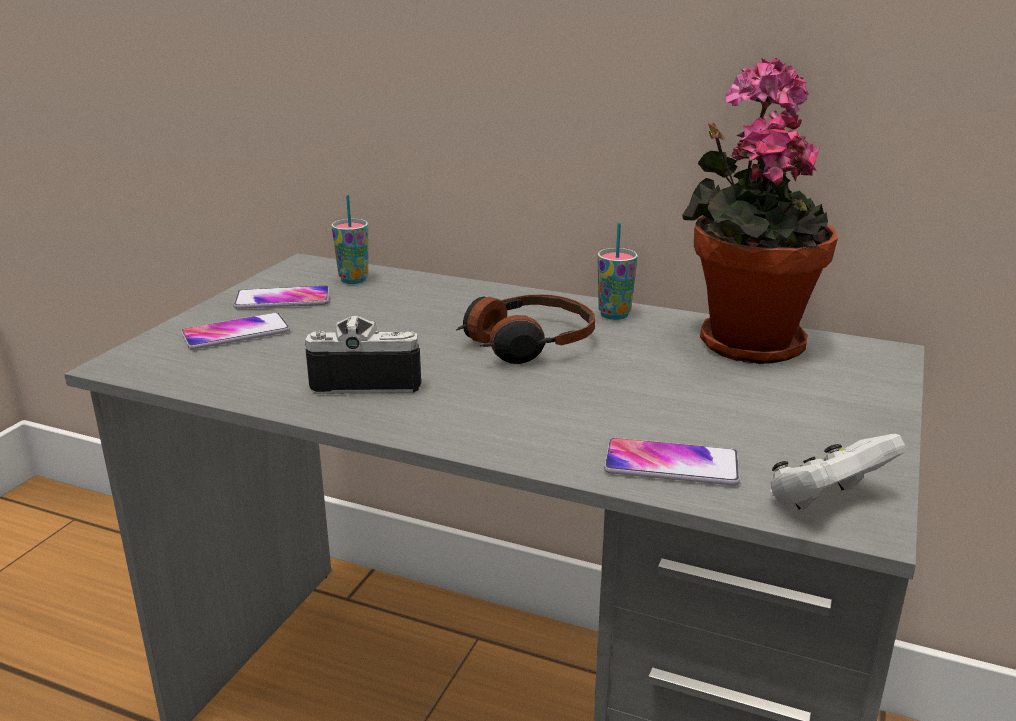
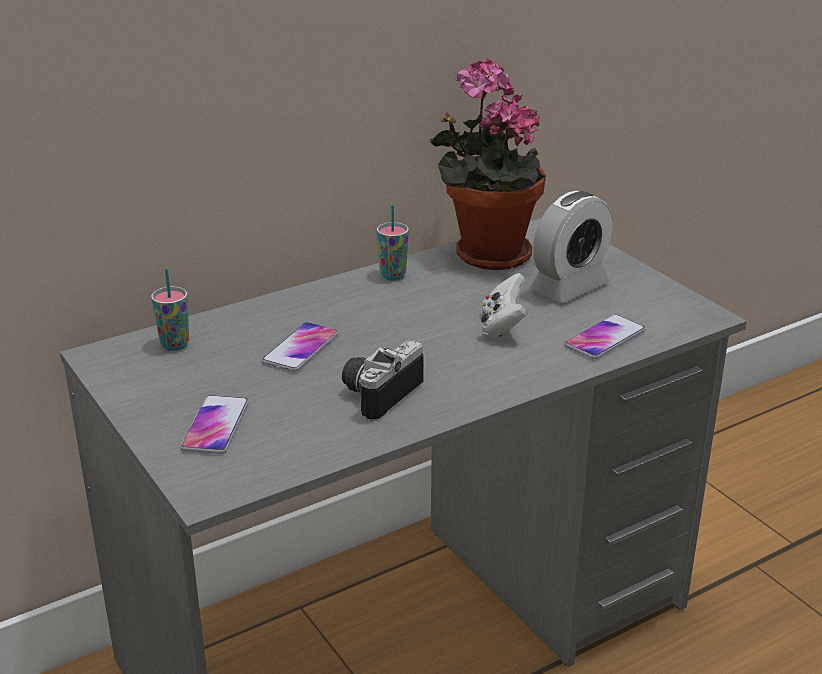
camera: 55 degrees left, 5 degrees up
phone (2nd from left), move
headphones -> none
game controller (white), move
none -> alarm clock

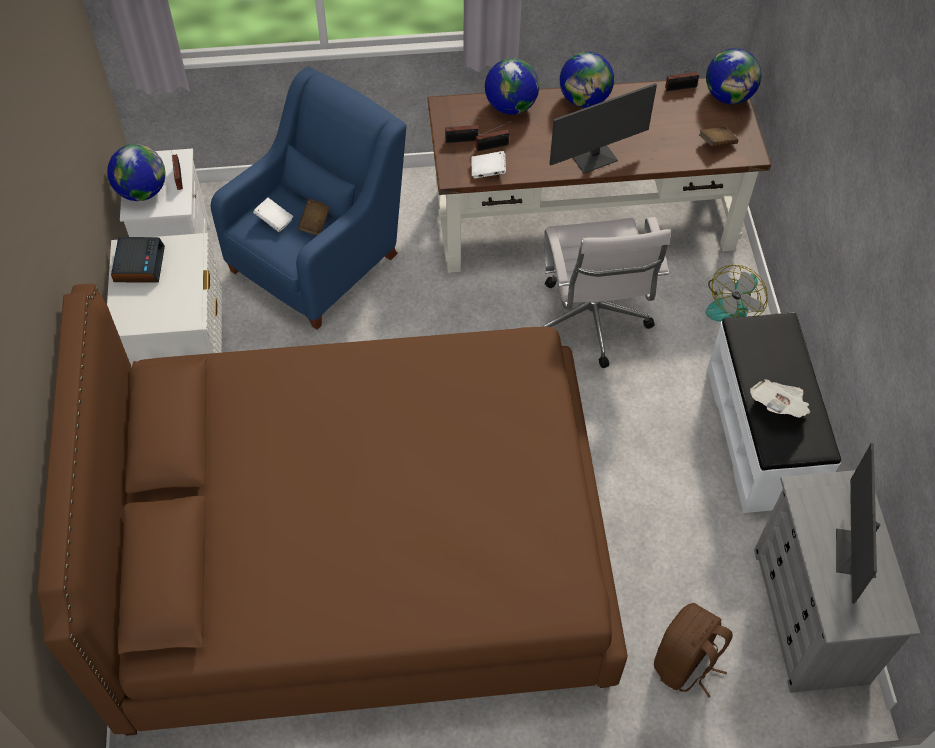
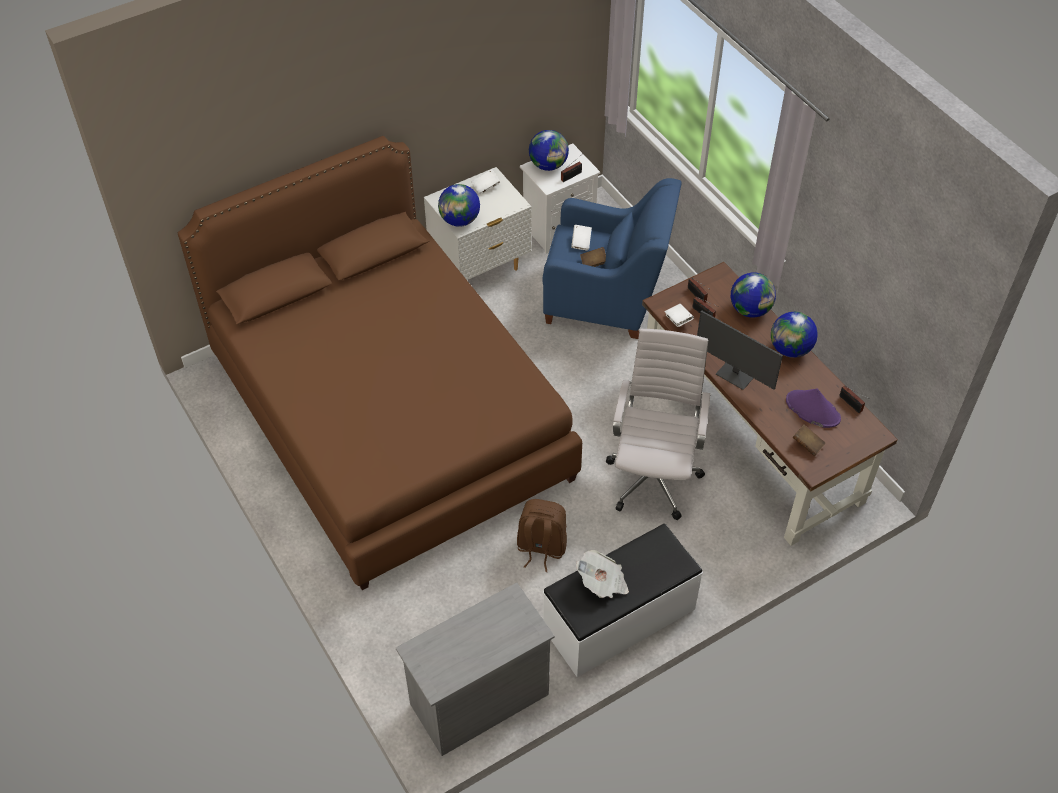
camera: 65 degrees right, 5 degrees down
globe (4th from left in the first image) -> globe (1st from left), move
office chair (white), 135 degrees clockwise
alarm clock -> book (white) (1st from left)
fan -> none
monitor (2nd from left) -> none
backpack (brown), move
none -> hat (purple)

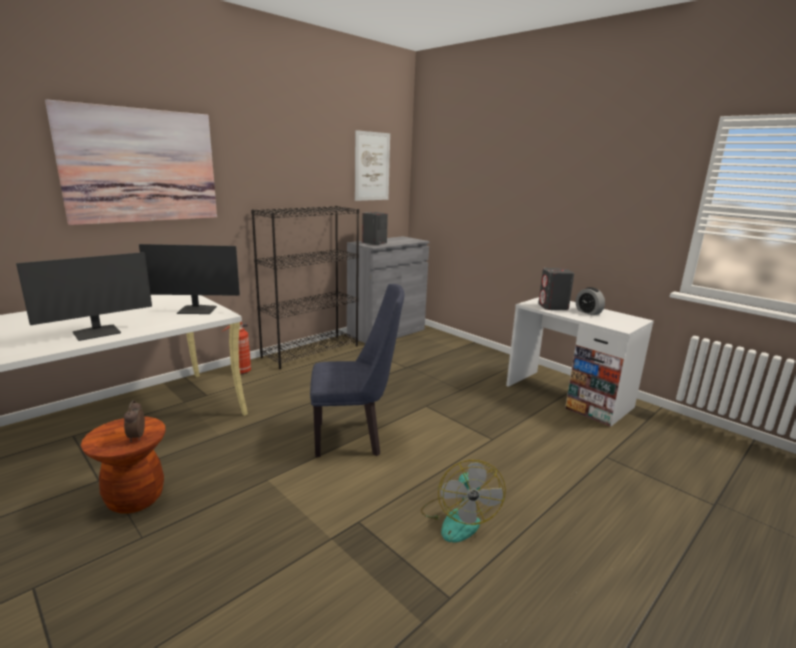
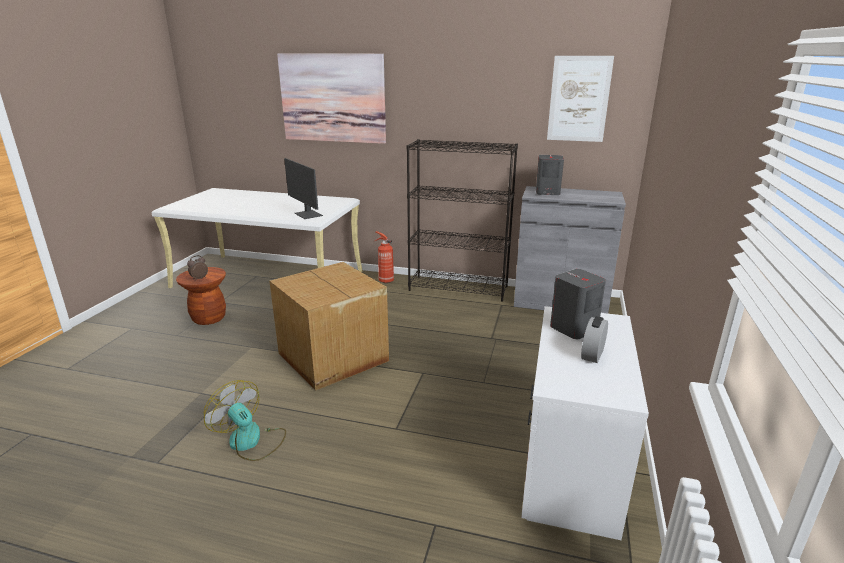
camera: 60 degrees right, 5 degrees up
monitor (1st from left) -> none
chair (blue) -> cardboard box
fan, 75 degrees clockwise

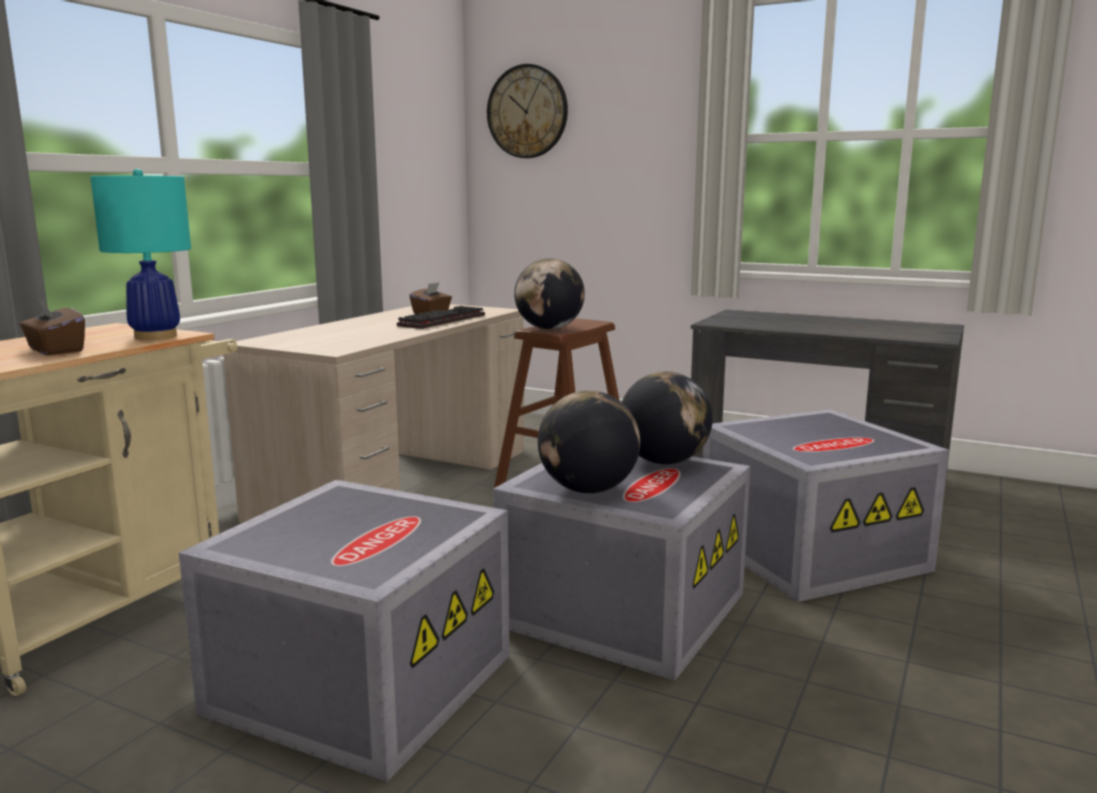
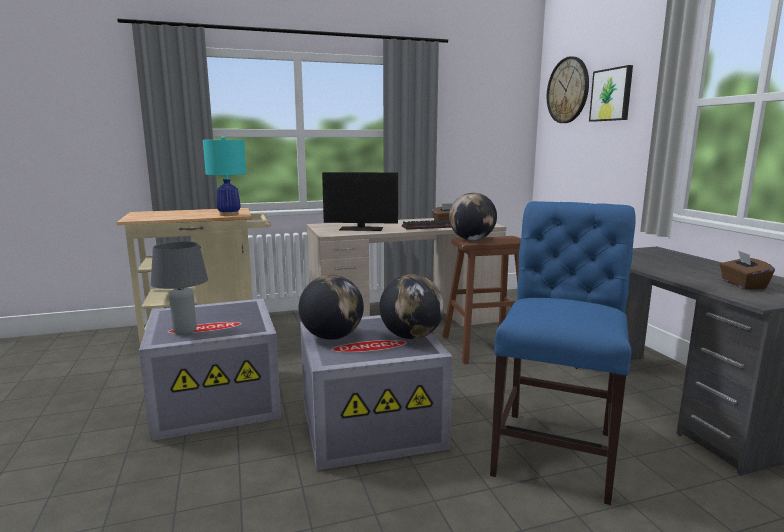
camera: 45 degrees right, 0 degrees up
tissue box (brown) (1st from left in the first image) -> tissue box (brown) (2nd from left), move
storage box (grey) (3rd from left) -> chair (blue)
none -> picture
none -> monitor
none -> table lamp (grey)

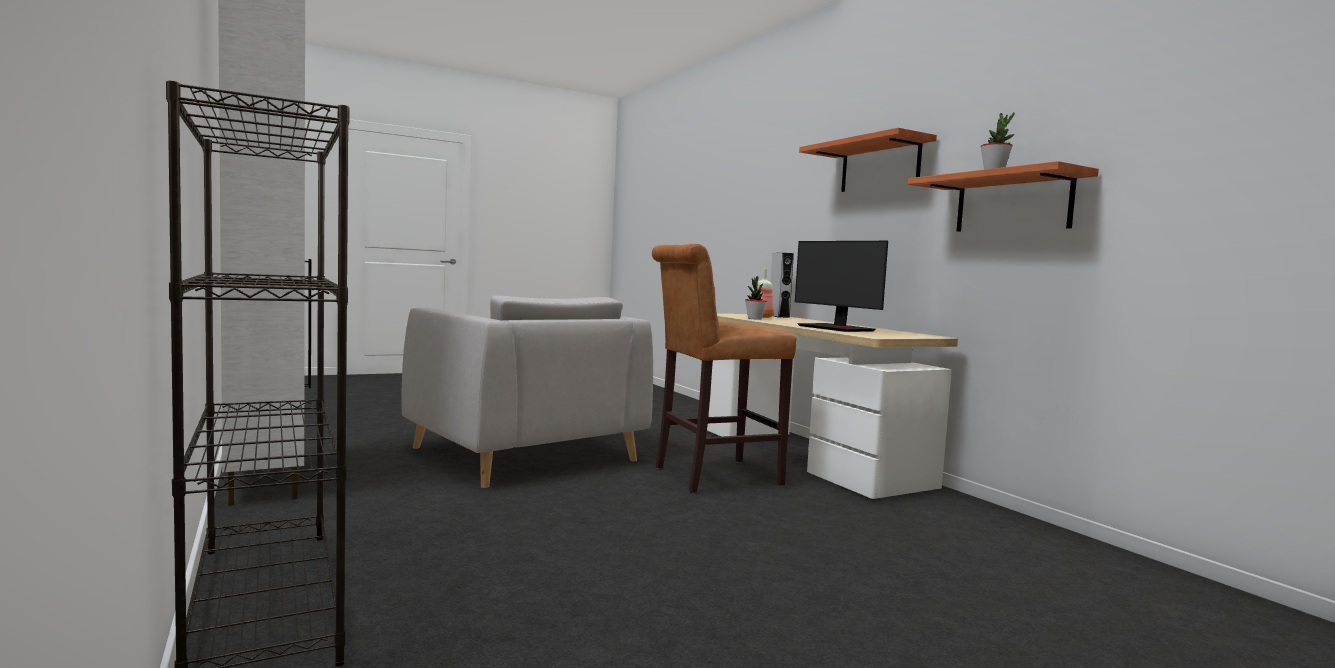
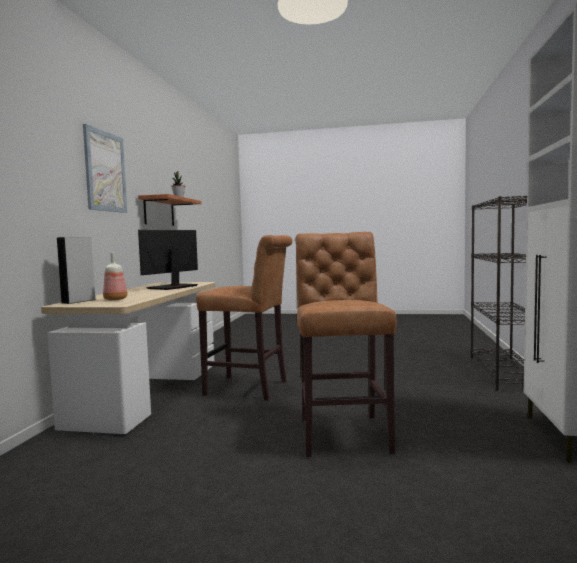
camera: 140 degrees left, 0 degrees up
shelf (1st from left) -> picture
monitor, 150 degrees counterclockwise
potted plant (1st from left) -> none
armchair (grey) -> stool (brown) (2nd from left)

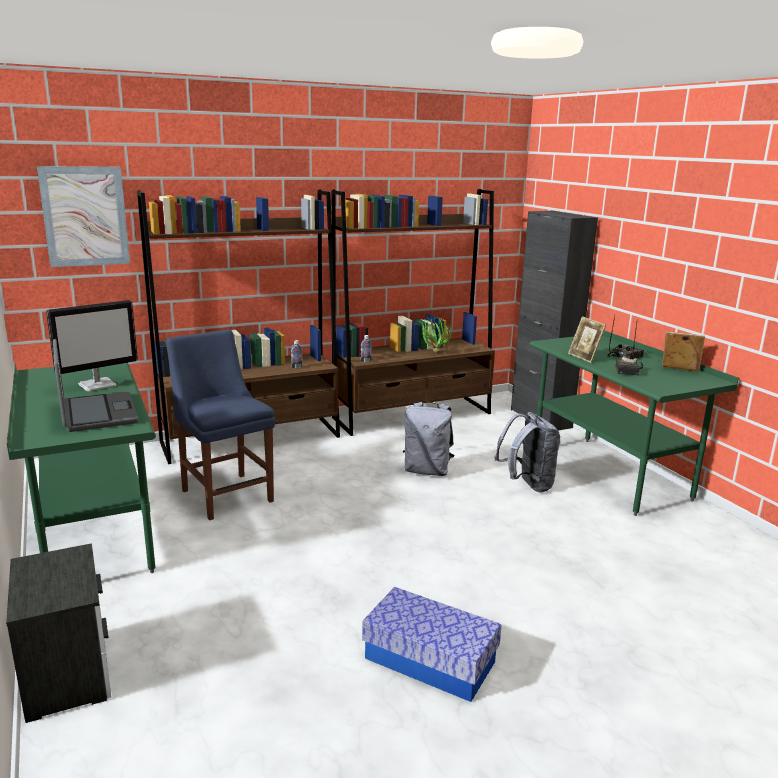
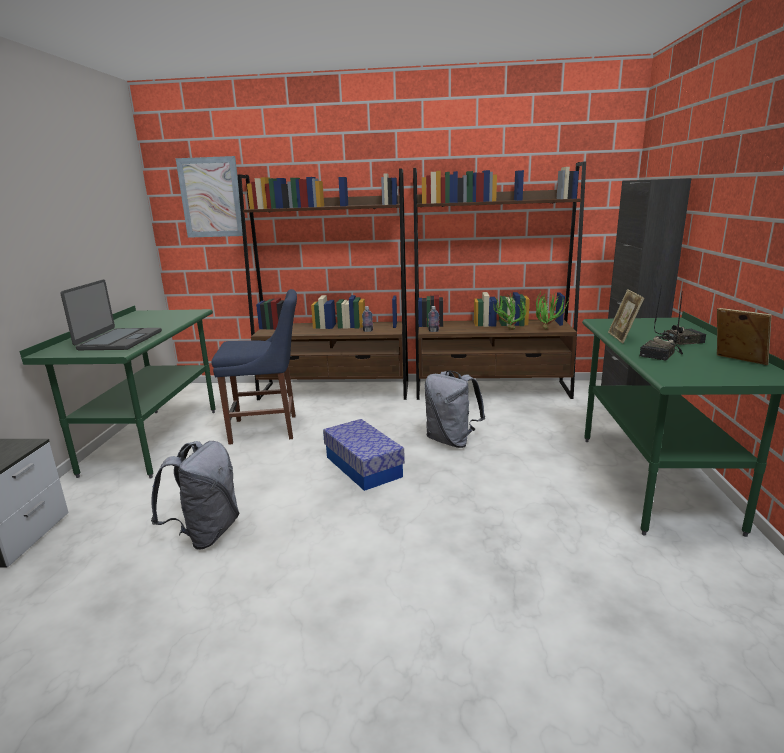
camera: 30 degrees right, 0 degrees up
monitor -> none
chair (blue), 90 degrees clockwise
backpack (grey) (2nd from left in the first image) -> backpack (grey) (1st from left), move
storage box, move
none -> potted plant (2nd from left)

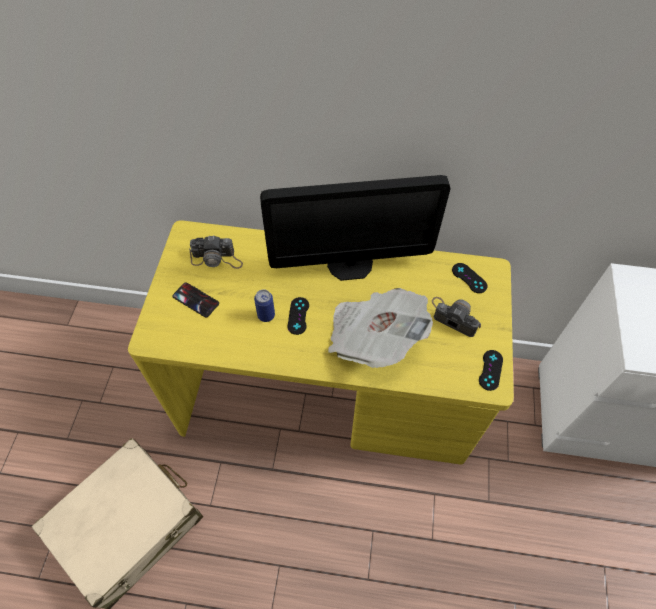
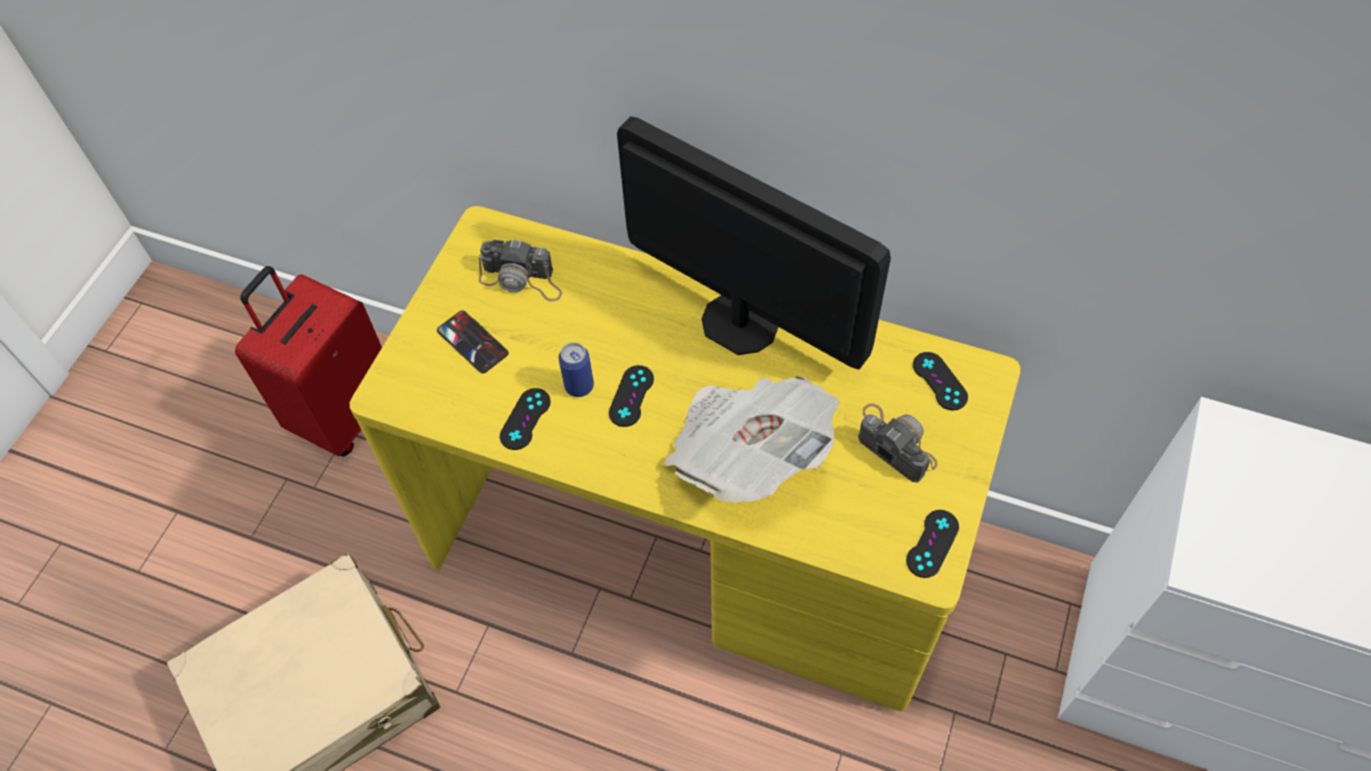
camera: 15 degrees right, 0 degrees up
monitor, 150 degrees counterclockwise
none -> suitcase (red)
none -> game controller (black) (1st from left)

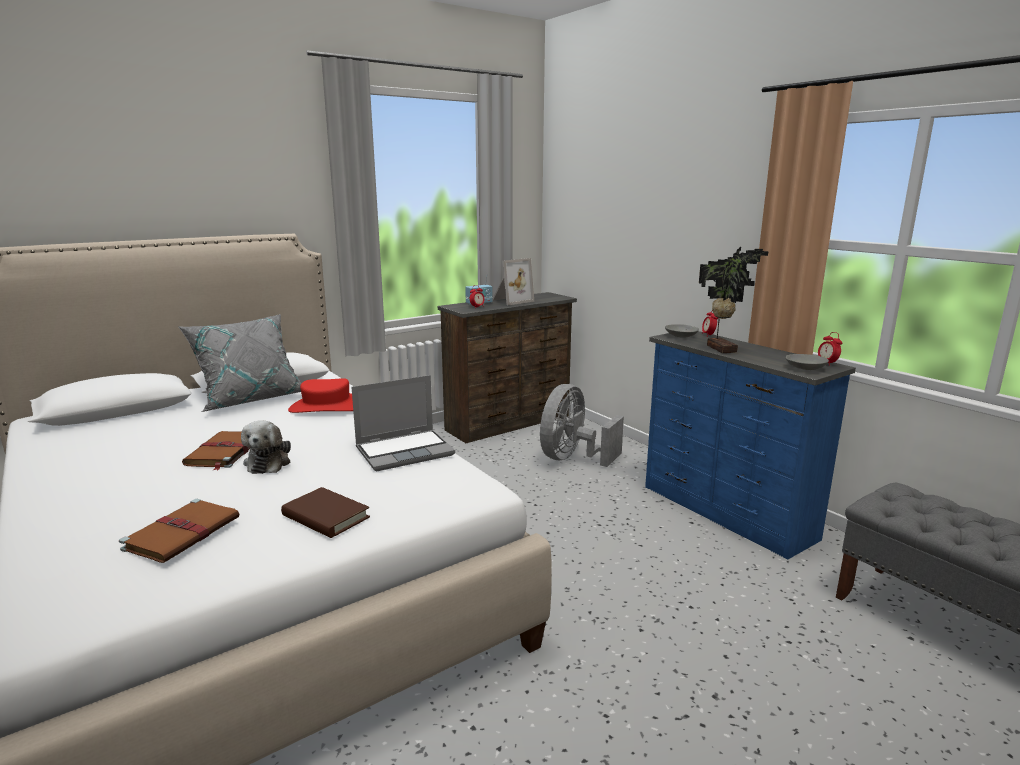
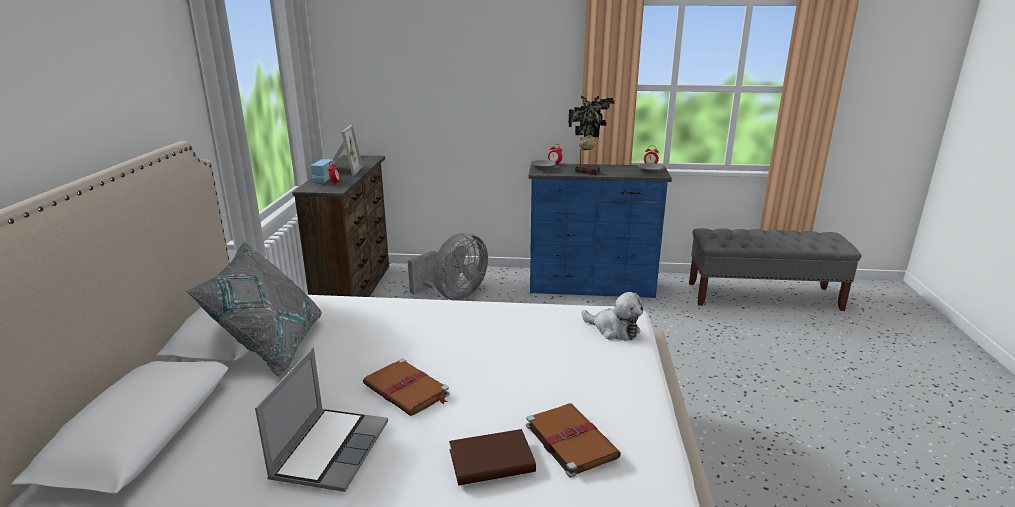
camera: 50 degrees left, 5 degrees up
laptop, move
hat (red) -> none
fan (grey), 120 degrees counterclockwise
plush toy, move
book (brown) (3rd from left in the first image) -> book (brown) (2nd from left), move

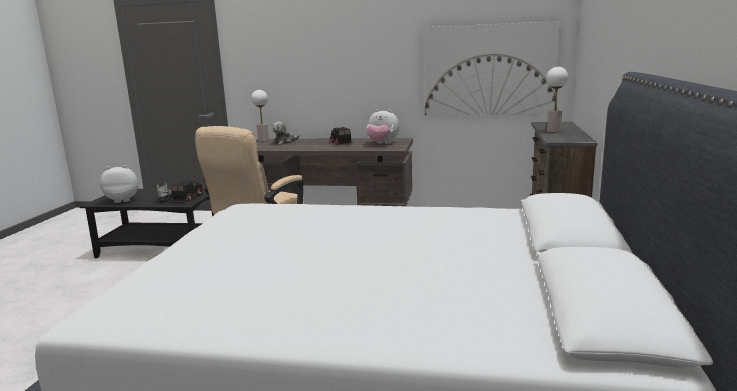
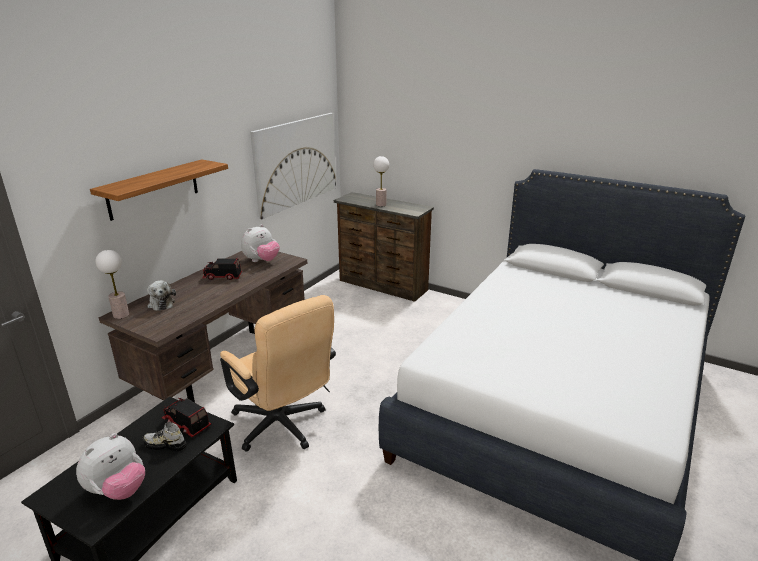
camera: 70 degrees left, 10 degrees up
plush toy (1st from left), 150 degrees counterclockwise
none -> shelf

